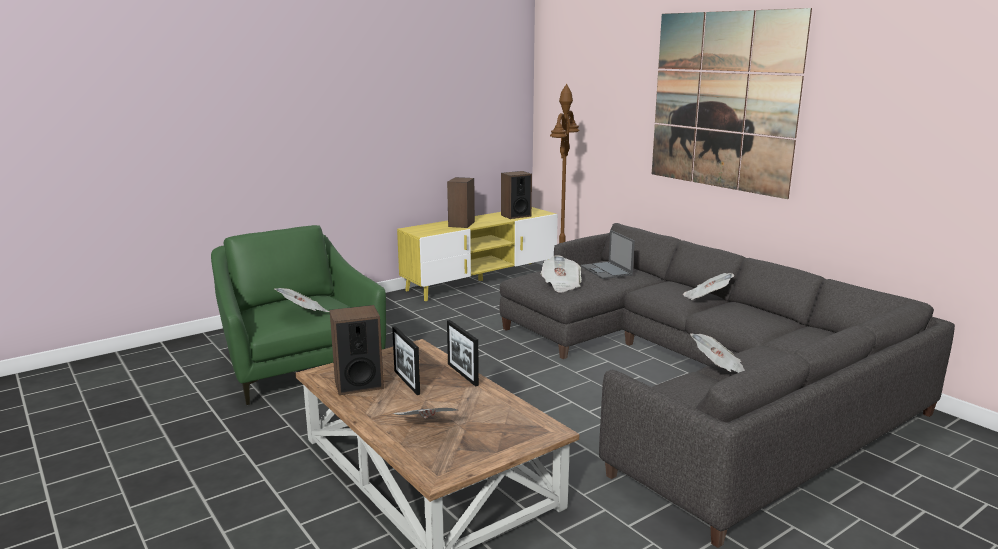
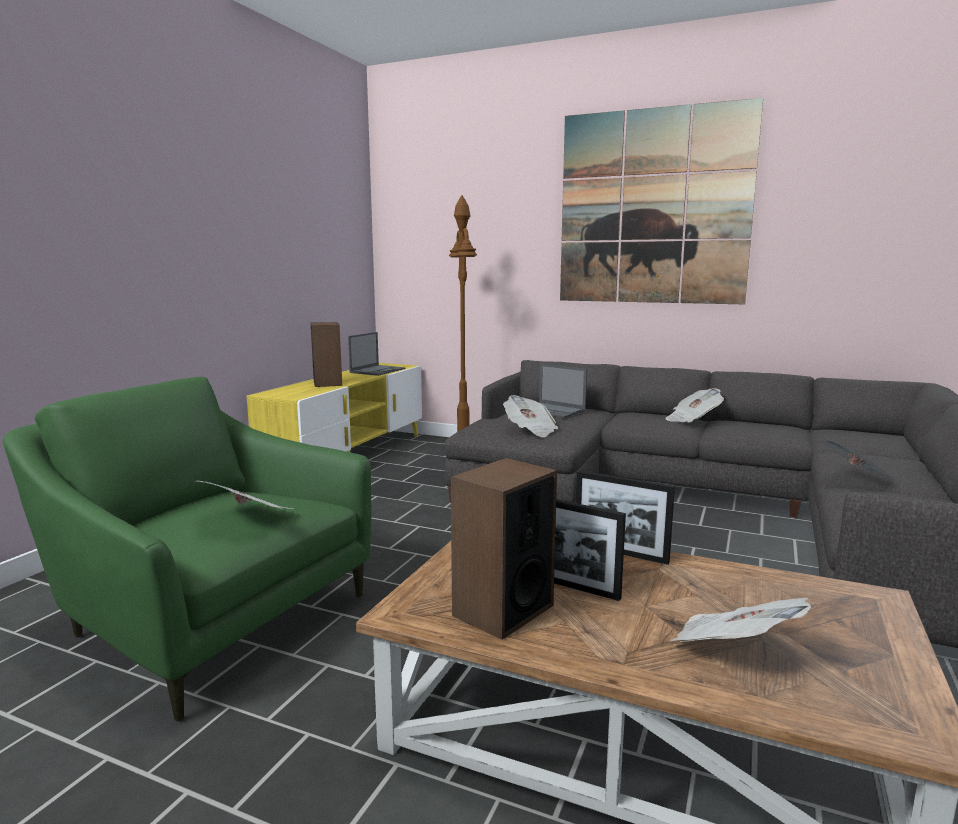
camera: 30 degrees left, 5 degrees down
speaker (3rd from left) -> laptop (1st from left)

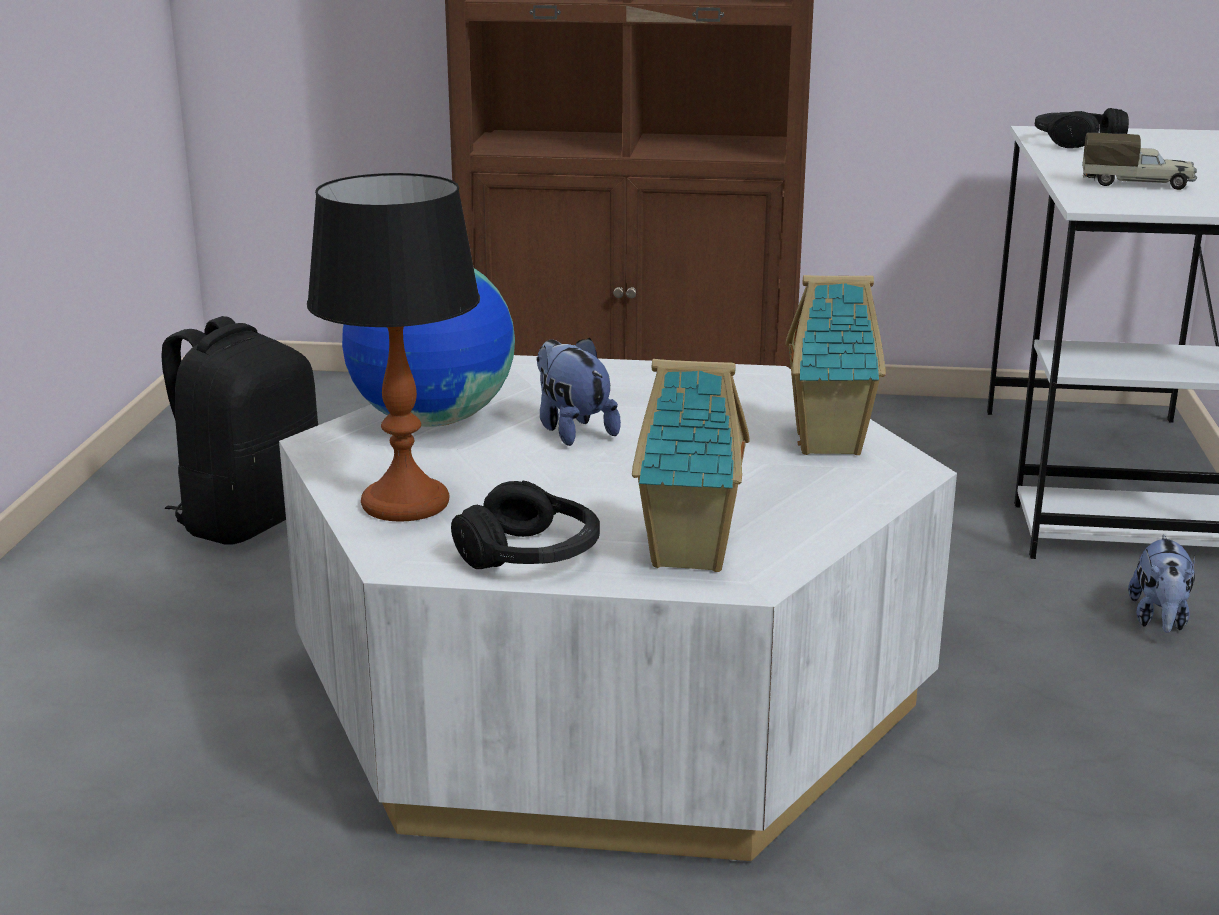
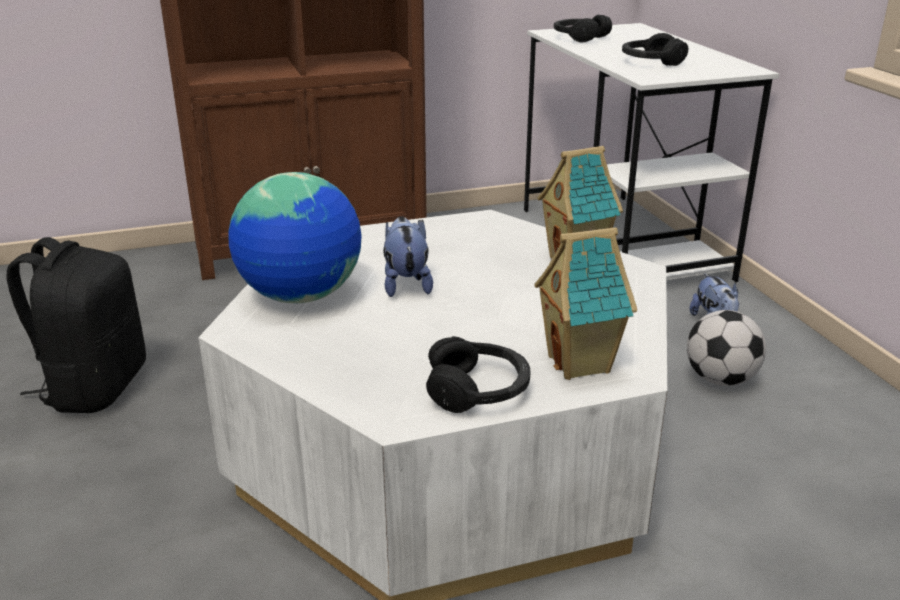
camera: 25 degrees left, 5 degrees up
toy truck -> headphones (black) (3rd from left)
table lamp -> none
plush toy (1st from left), 45 degrees clockwise
none -> football

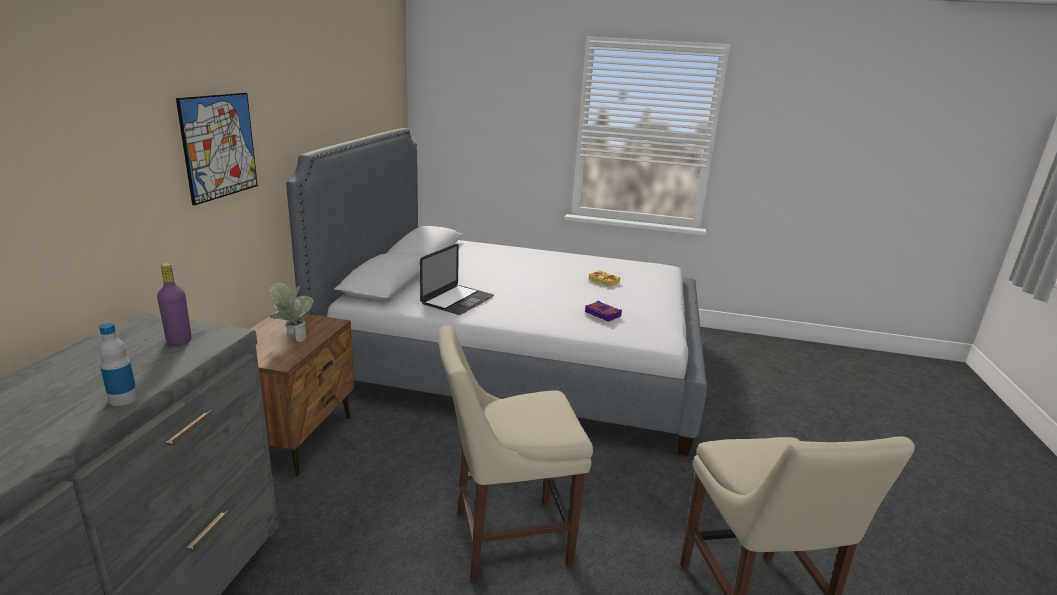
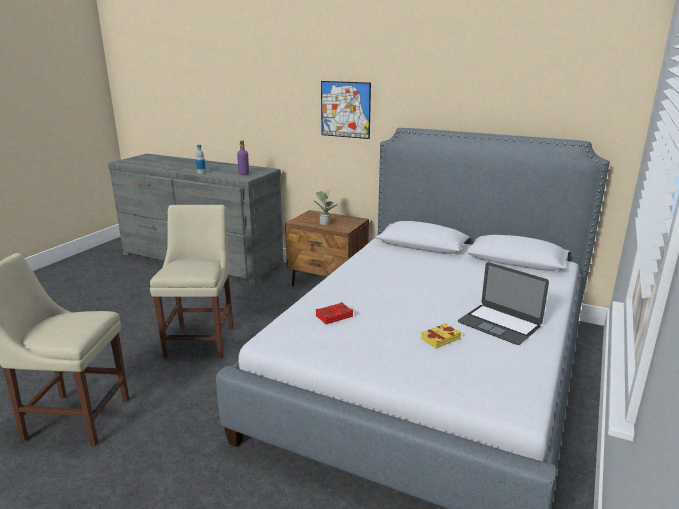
camera: 105 degrees right, 0 degrees up
laptop, move
book (purple) -> book (red)

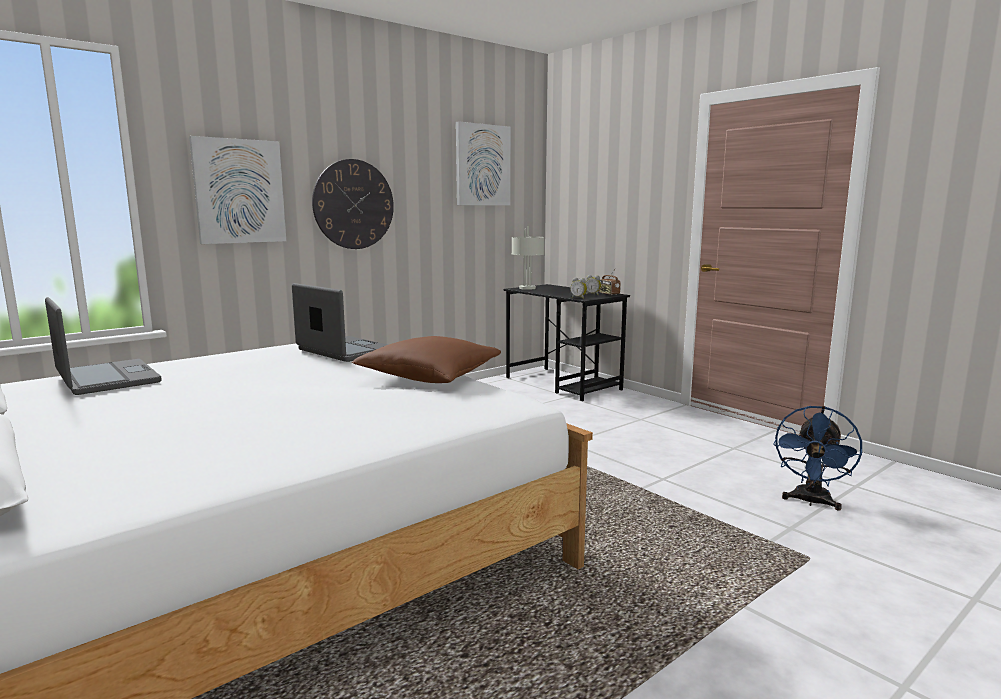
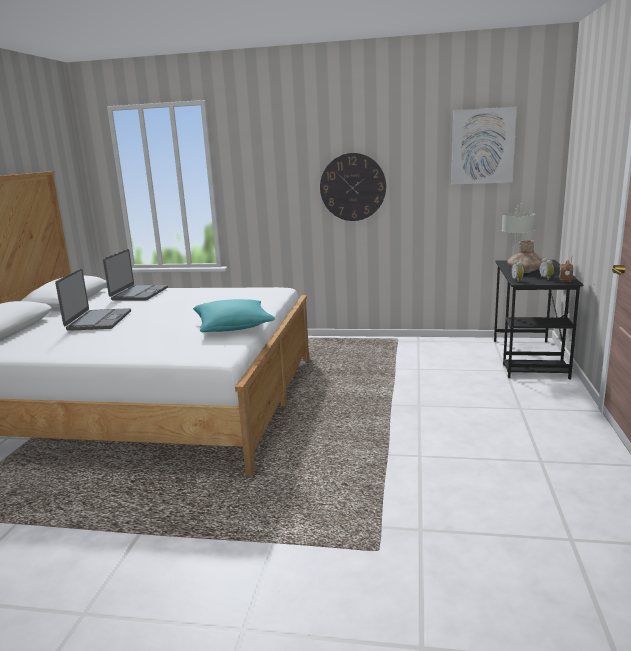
camera: 50 degrees right, 5 degrees up
picture (1st from left) -> none
laptop (2nd from left in the first image) -> laptop (1st from left), move
pillow (brown) -> pillow (turquoise)
fan (blue) -> none
none -> vase (brown)

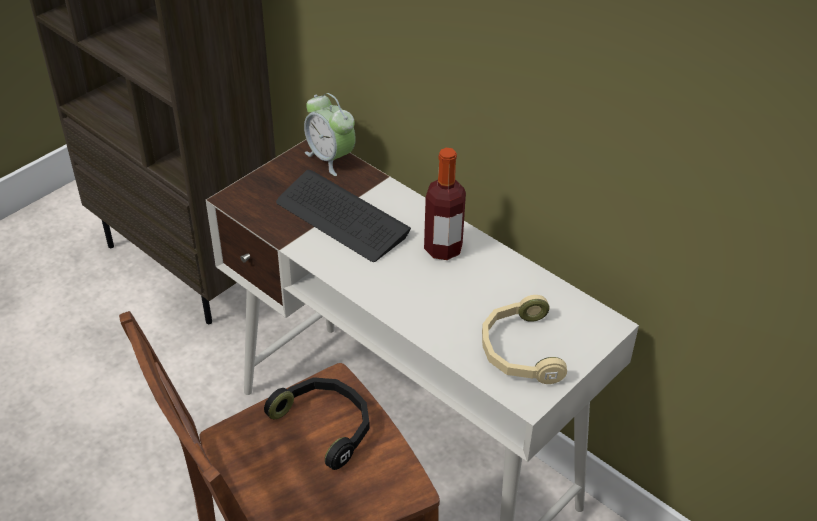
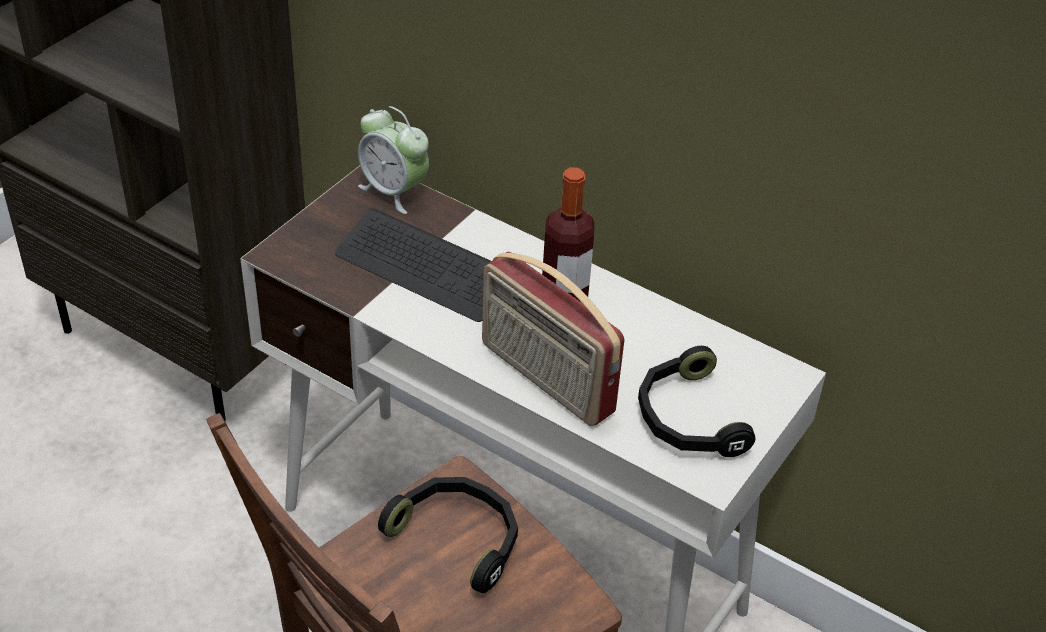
camera: 10 degrees left, 0 degrees up
headphones (beige) -> headphones (black) (2nd from left)
none -> radio

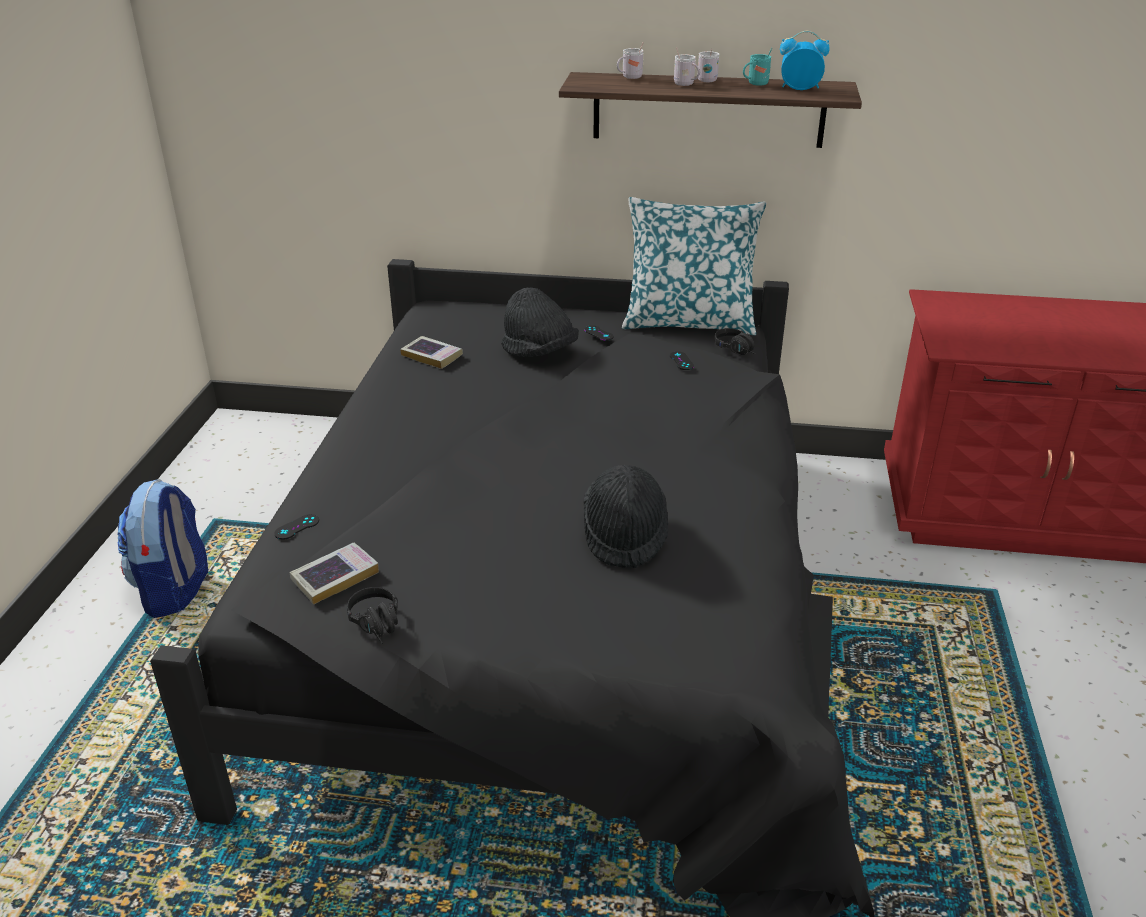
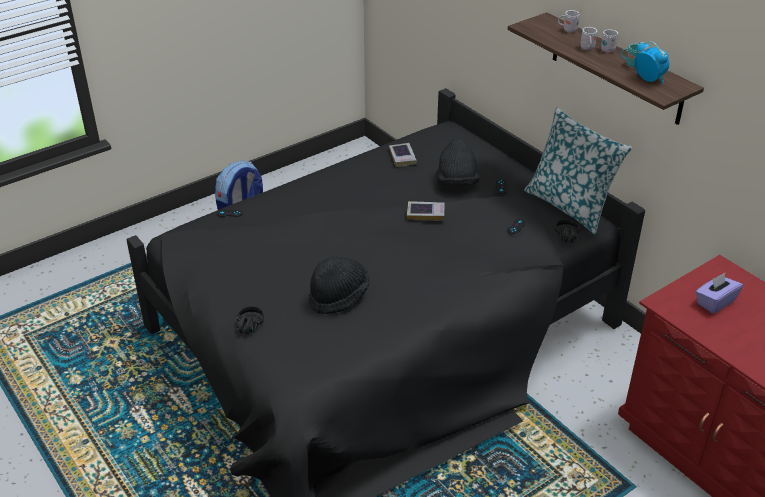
camera: 45 degrees right, 5 degrees up
book (1st from left in the first image) -> book (2nd from left), move
headphones (black) (1st from left), move
none -> tissue box (purple)

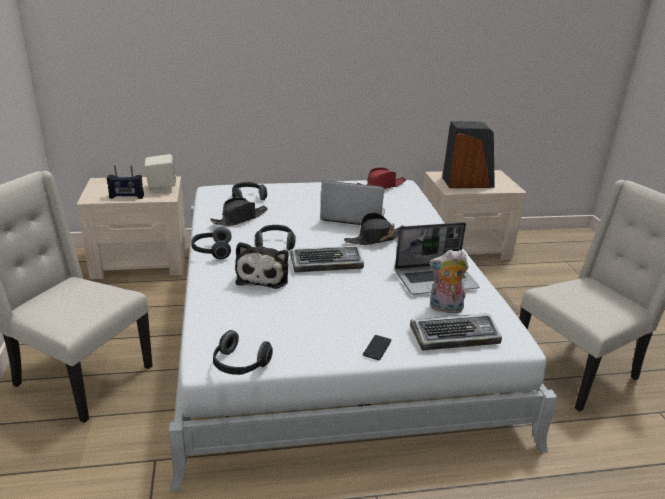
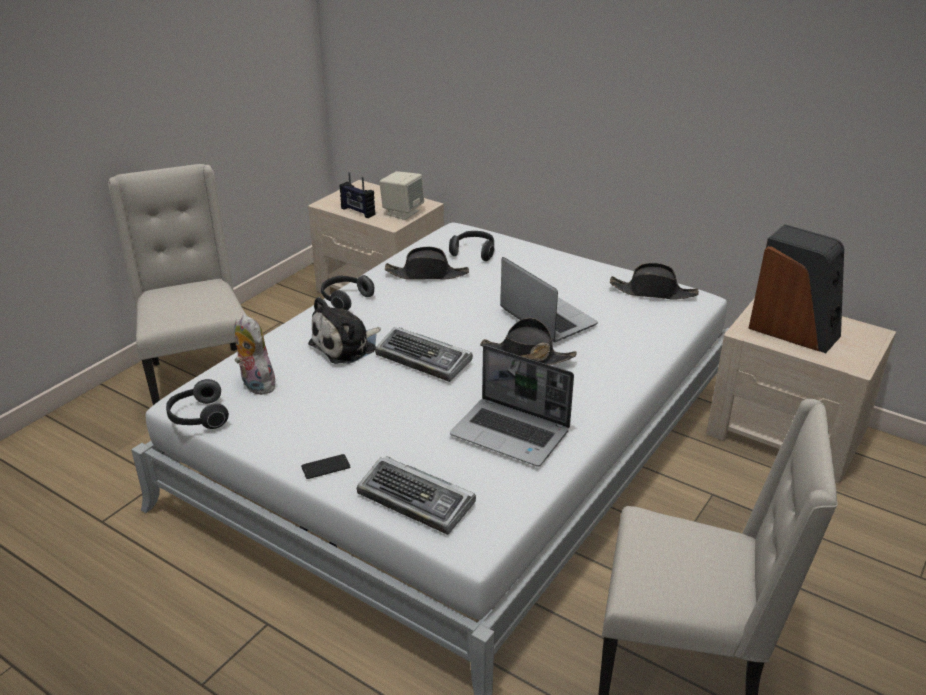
camera: 45 degrees right, 5 degrees up
hat (red) -> hat (black) (3rd from left)
headphones (4th from left) -> none
plush toy (2nd from left in the first image) -> plush toy (1st from left), move

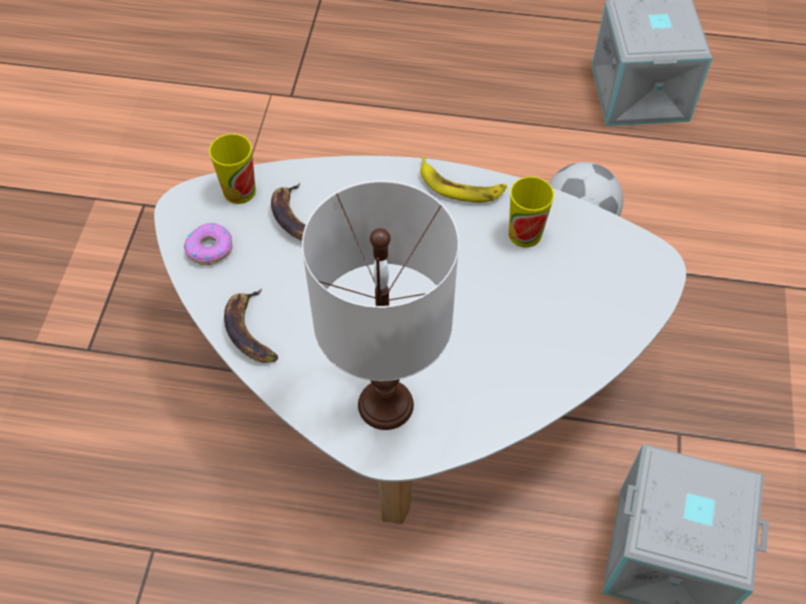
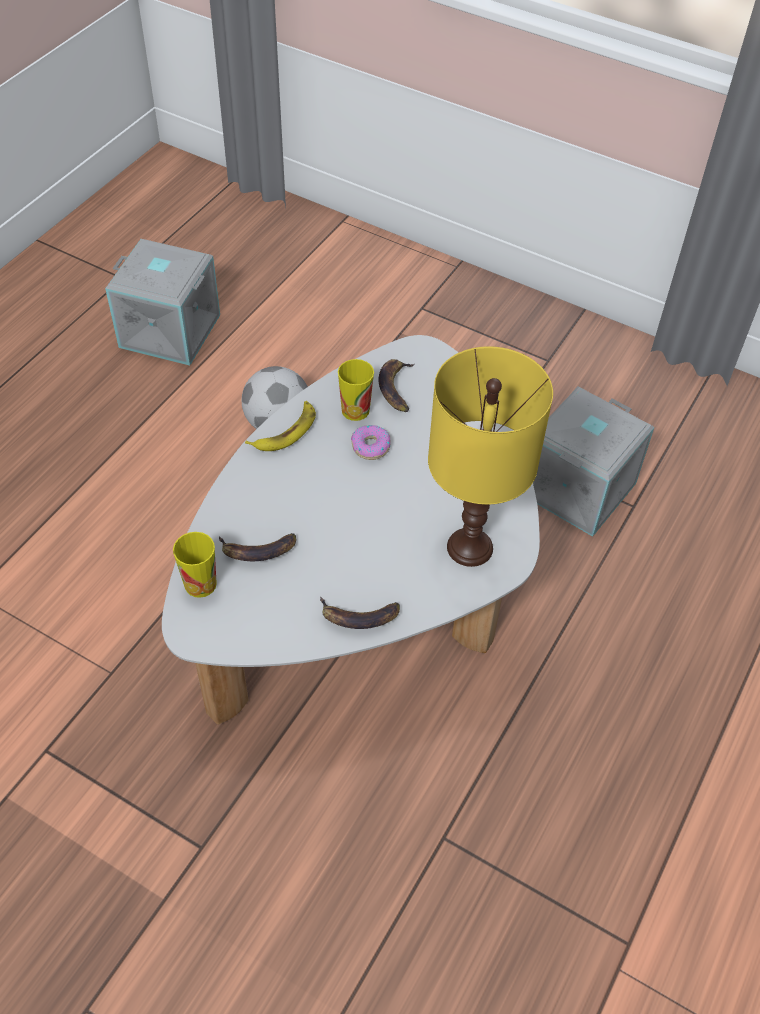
camera: 70 degrees left, 5 degrees down
table lamp (white) -> table lamp (yellow)
donut, move
none -> banana (4th from left)

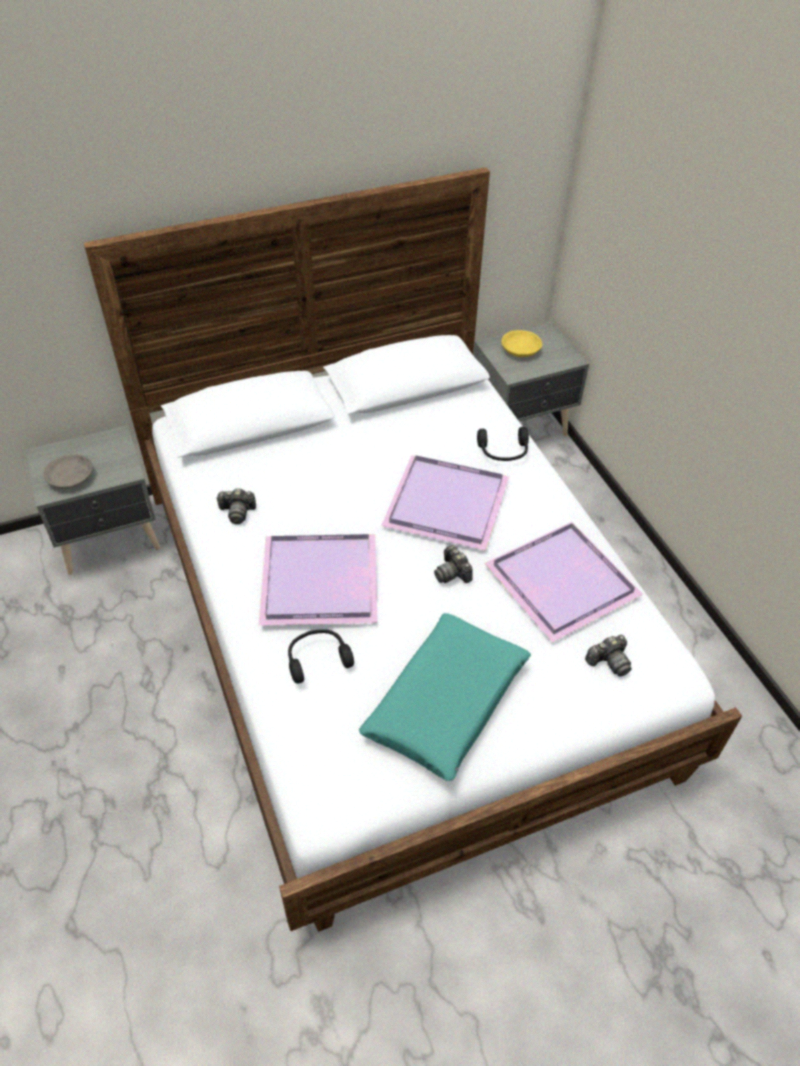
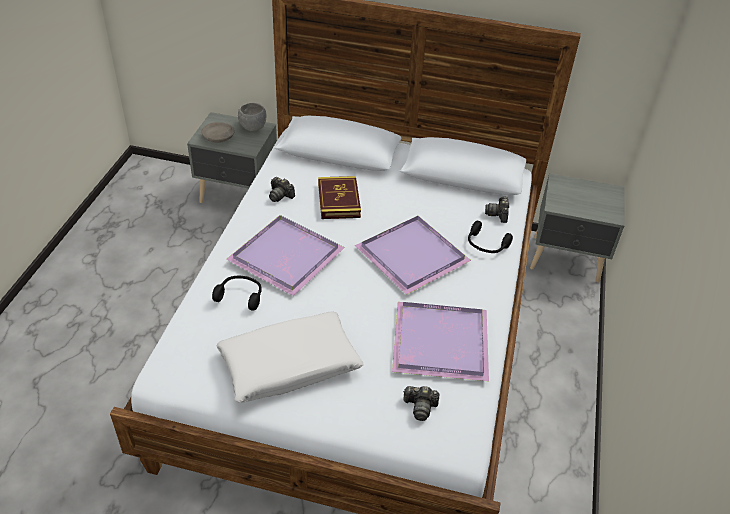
camera: 35 degrees right, 5 degrees down
bowl (yellow) -> none
photo camera (2nd from left in the first image) -> photo camera (3rd from left), move
pillow (turquoise) -> pillow (white)
none -> bowl (grey) (2nd from left)
none -> book

